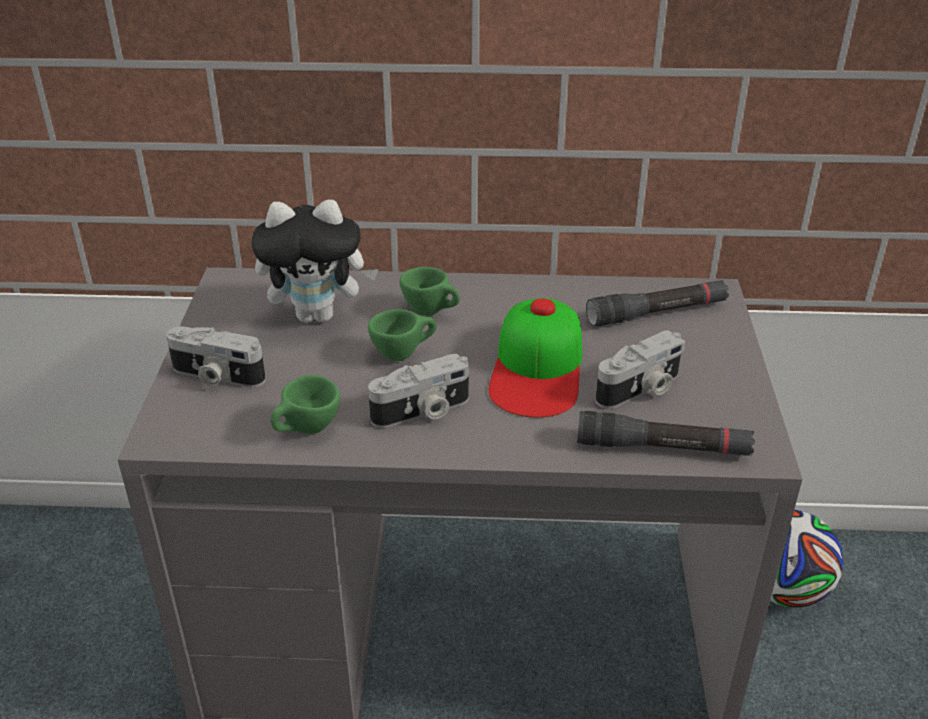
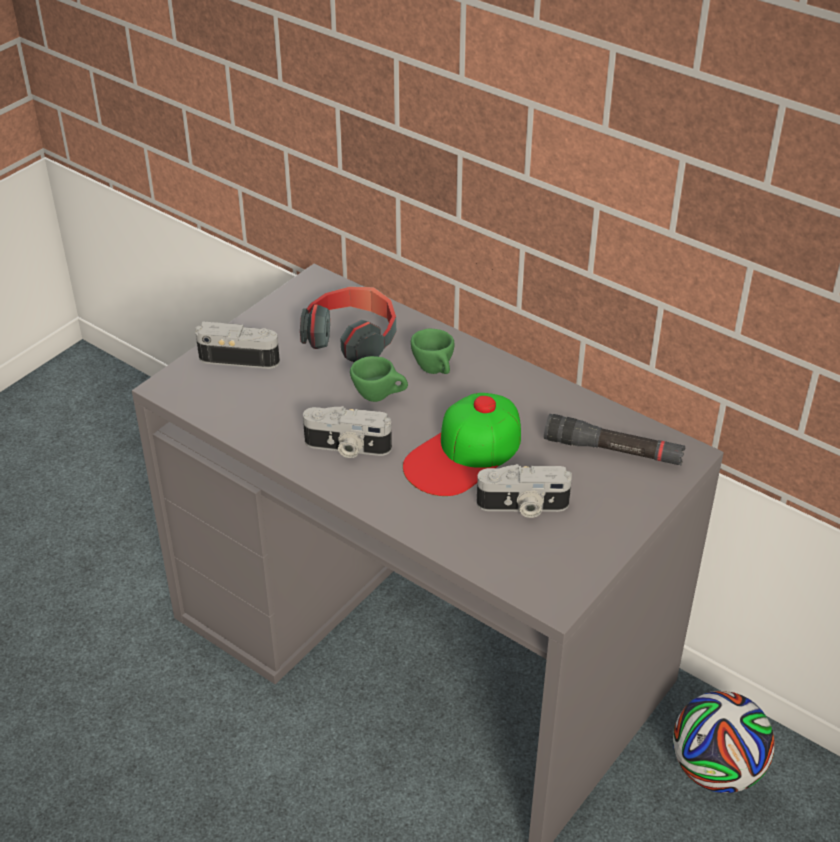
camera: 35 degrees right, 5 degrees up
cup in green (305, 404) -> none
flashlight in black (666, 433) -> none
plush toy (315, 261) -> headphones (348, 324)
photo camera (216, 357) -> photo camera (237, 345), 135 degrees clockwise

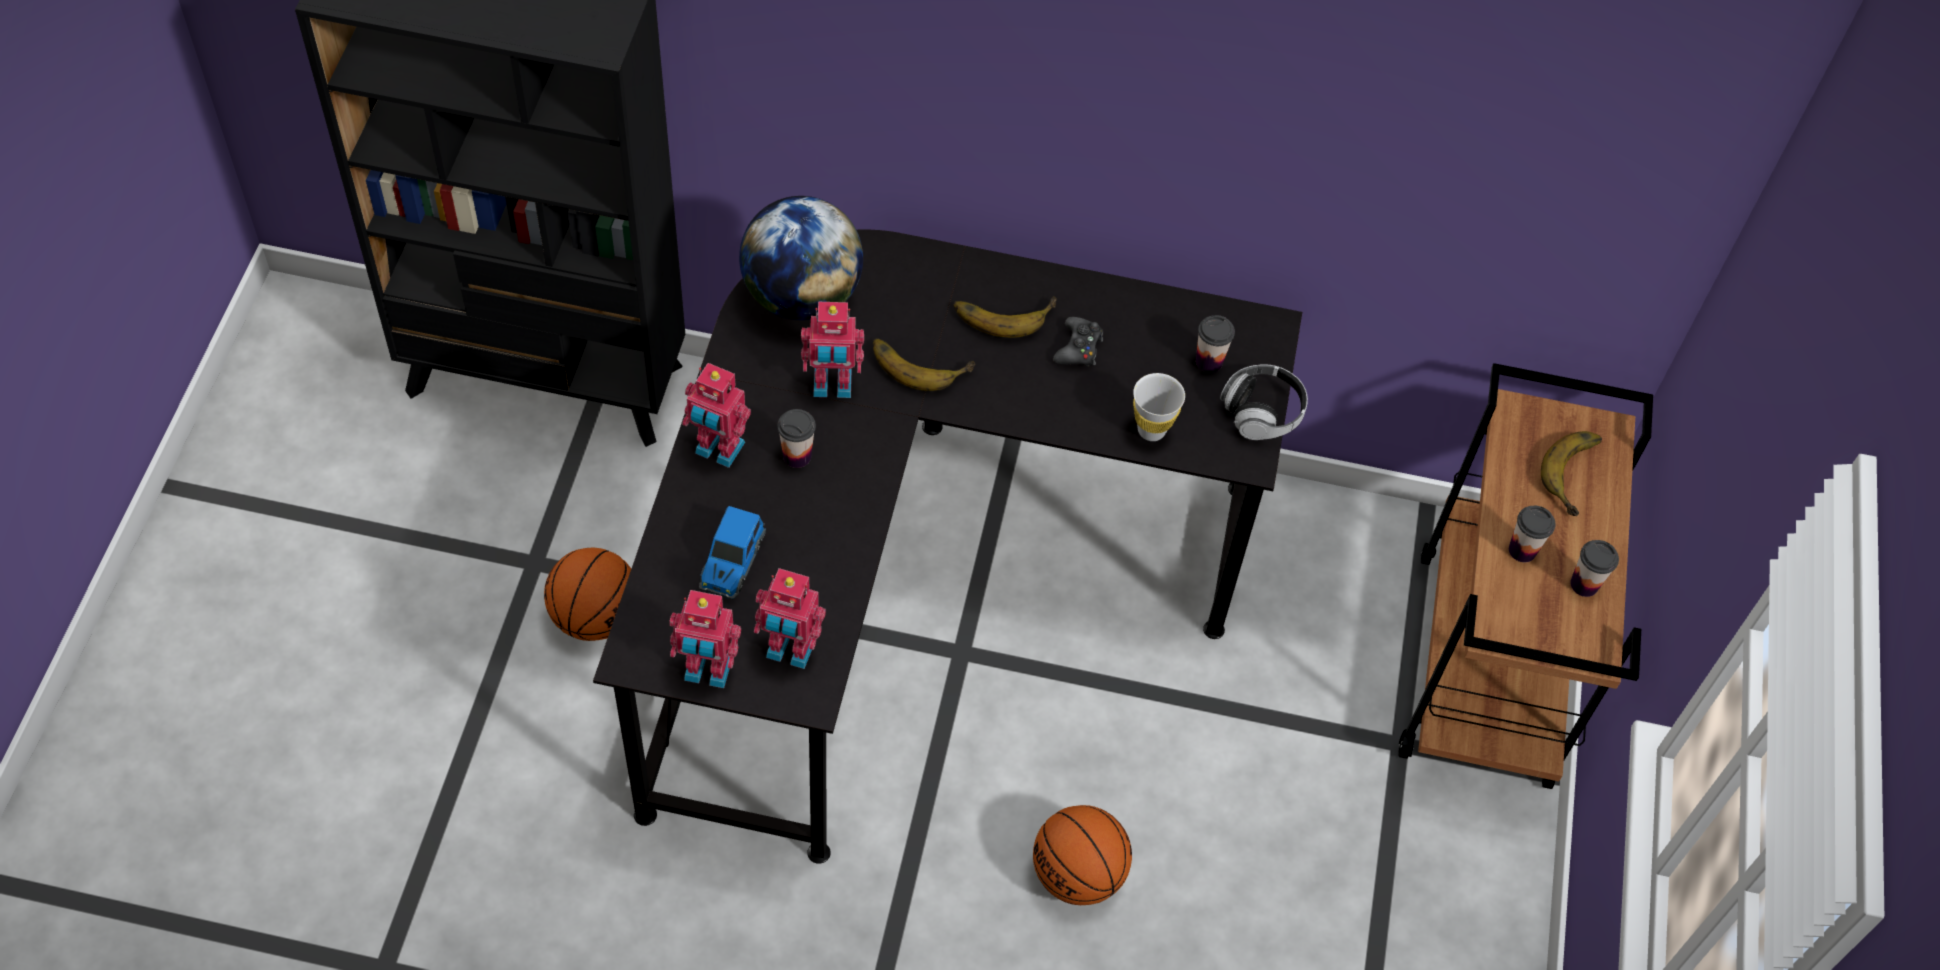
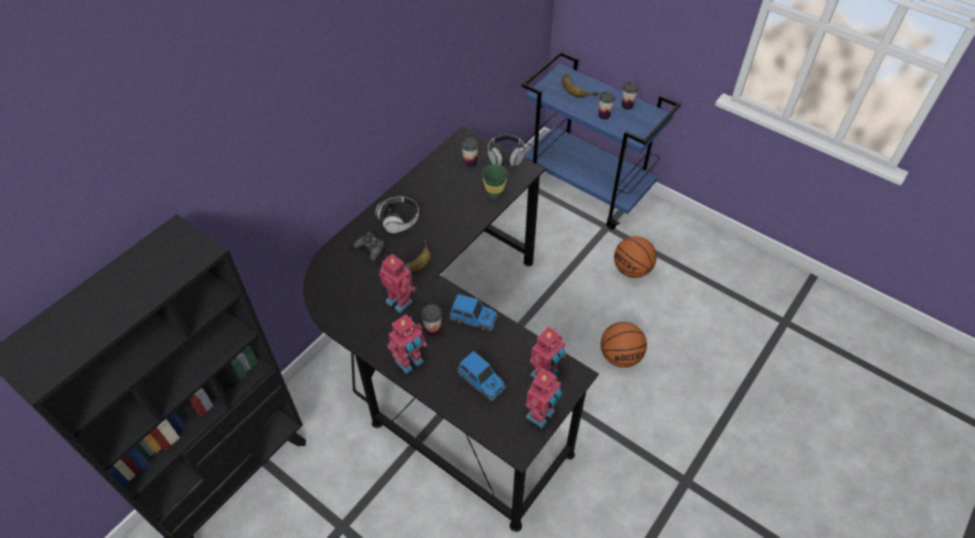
camera: 60 degrees left, 5 degrees down
globe (801, 258) -> none
none -> toy car (474, 312)
basketball (587, 594) -> basketball (635, 257), relocated
game controller in black (1078, 341) -> game controller in black (369, 246), relocated
banana (1005, 317) -> headphones (397, 214)
cup in white (1159, 407) -> cup in green (495, 181)
cart in brown (1525, 576) -> cart in blue (601, 140)
toy robot (832, 350) -> toy robot (397, 283), 75 degrees counterclockwise

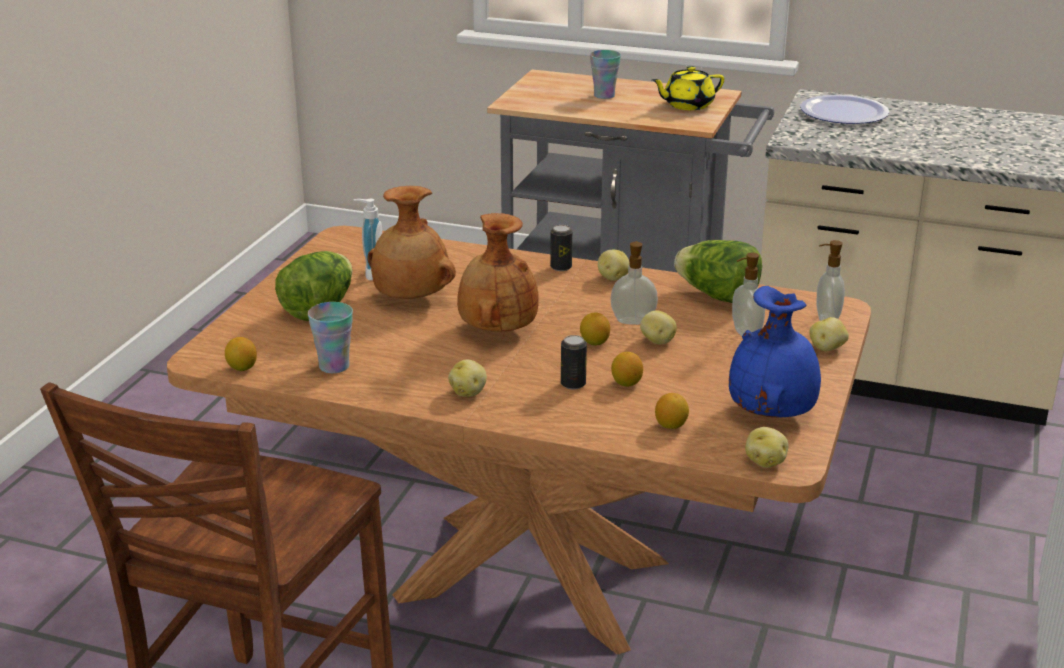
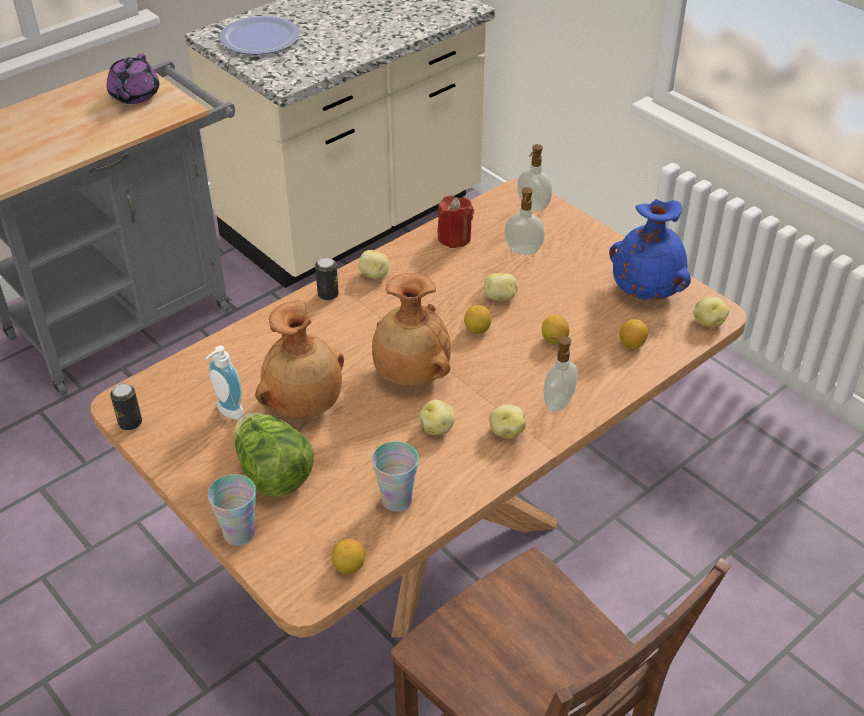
camera: 60 degrees left, 15 degrees up
can (574, 362) -> can (126, 406), relocated
cup (605, 74) -> cup (232, 510), relocated
soap dispenser (634, 283) -> soap dispenser (560, 374), relocated
potato (829, 334) -> potato (437, 417), relocated
lettuce (718, 271) -> candle in red (455, 222)
teapot in yellow (688, 88) -> teapot in purple (133, 78)

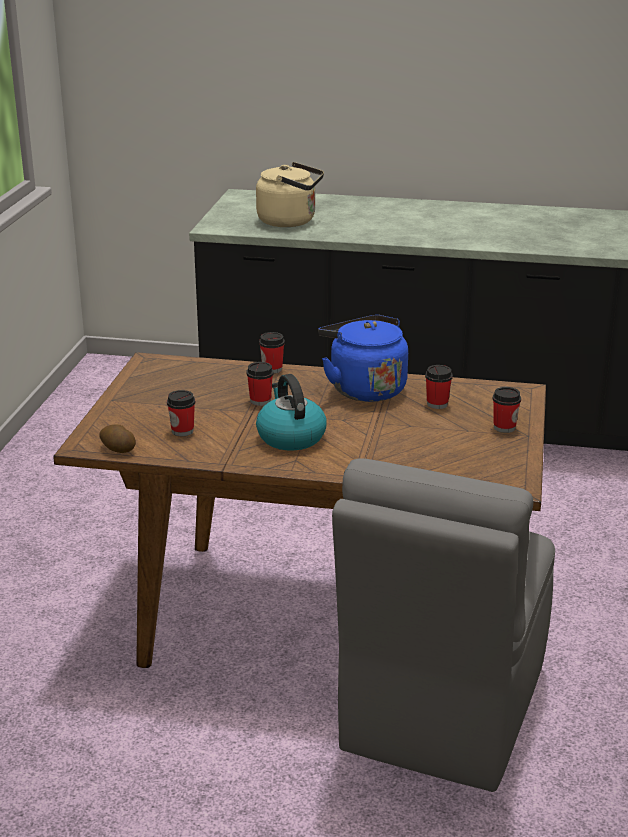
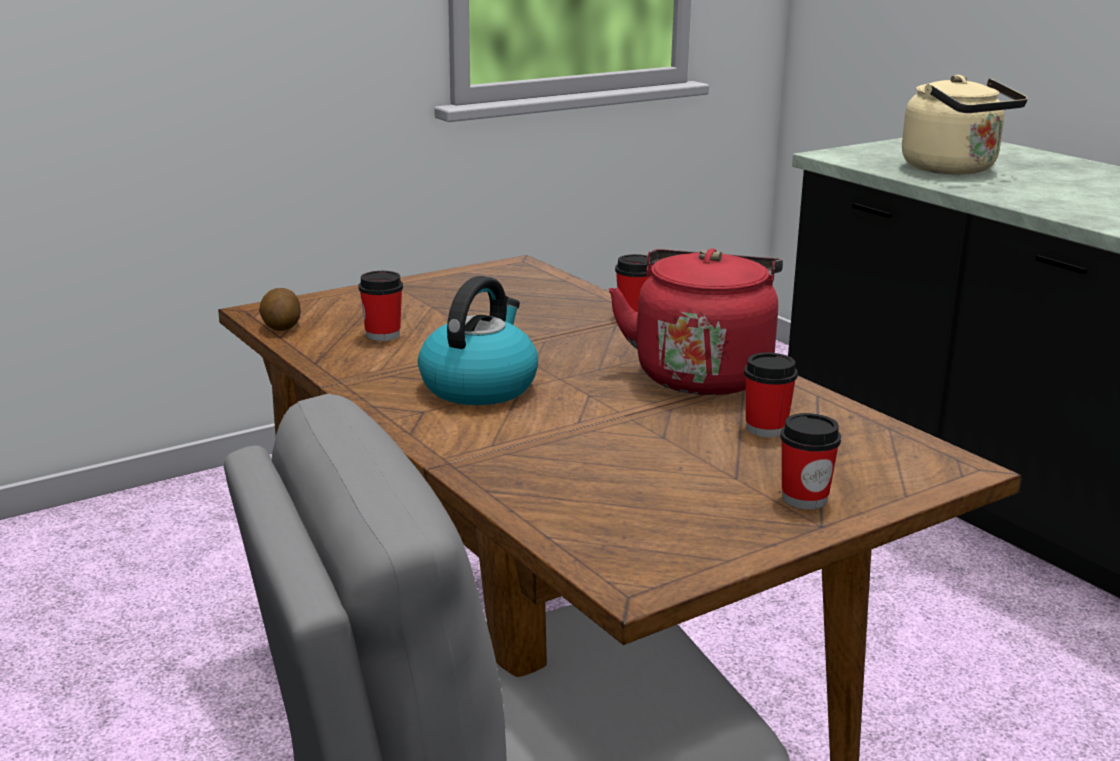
camera: 45 degrees right, 5 degrees down
cup (260, 384) -> none
kettle in blue (363, 358) -> kettle in red (696, 321)

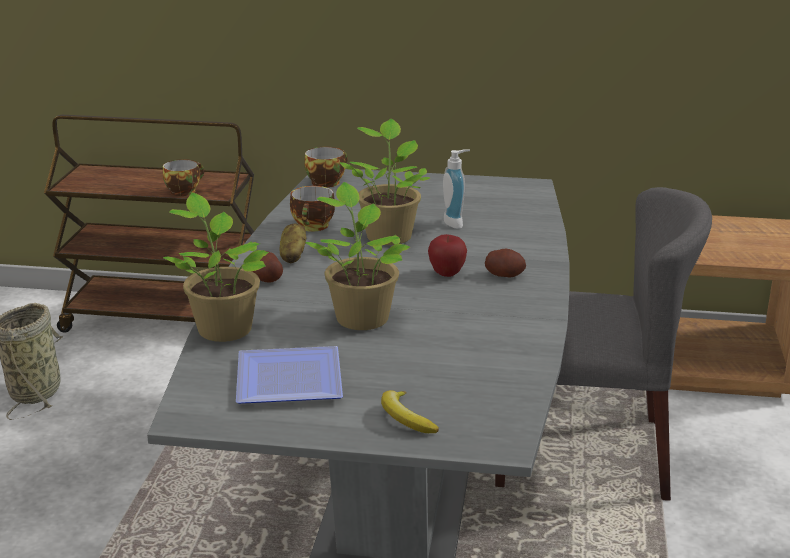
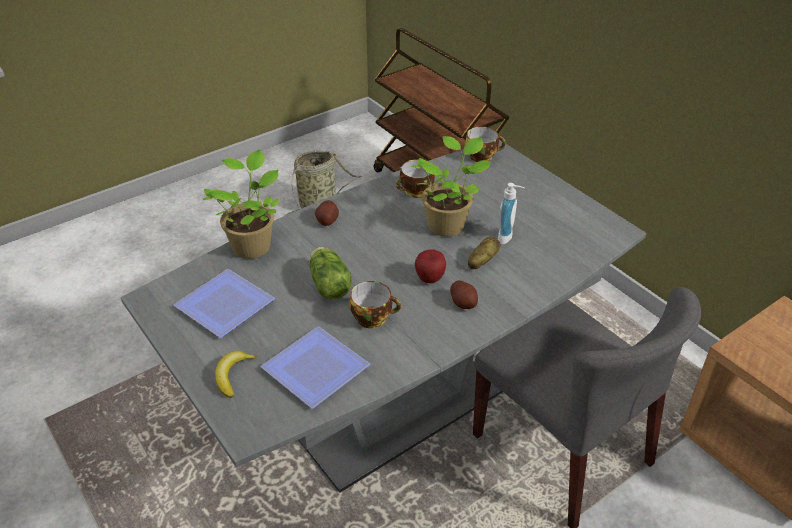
camera: 45 degrees right, 15 degrees up
none -> plate (315, 367)
cup (183, 177) -> cup (375, 305), relocated
potato (292, 243) -> potato (484, 253), relocated
potted plant (357, 256) -> lettuce (330, 273)

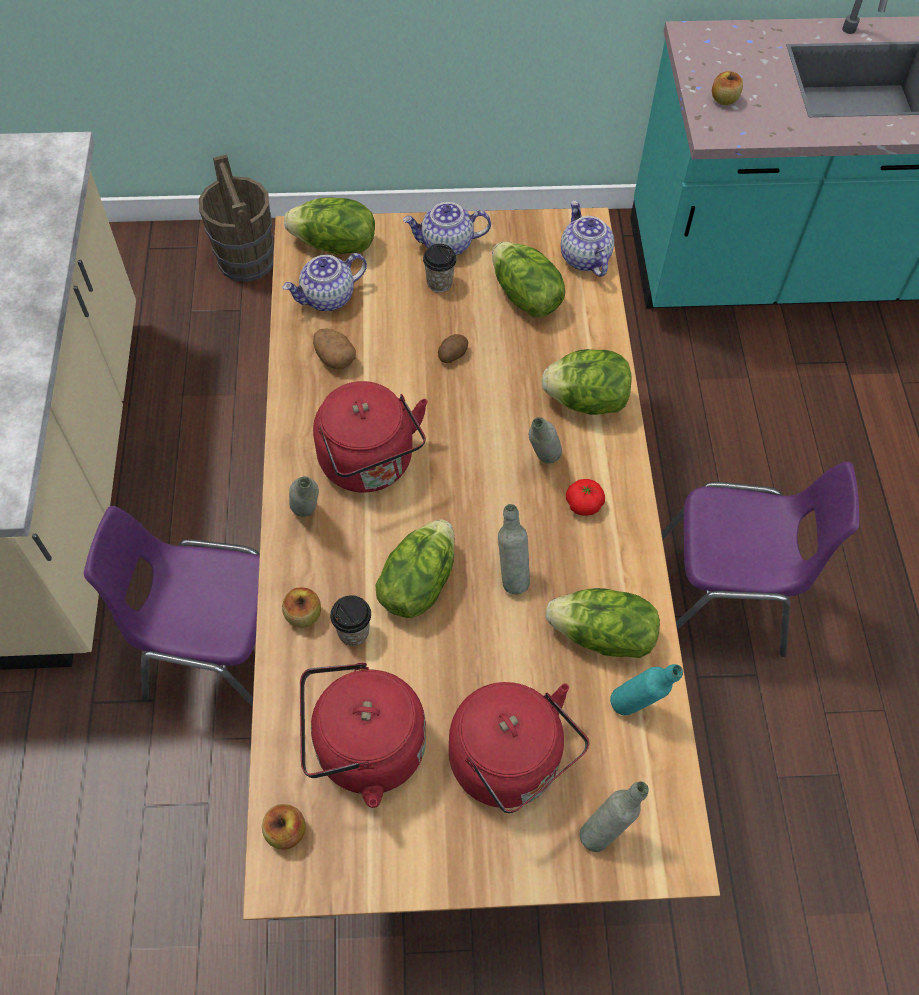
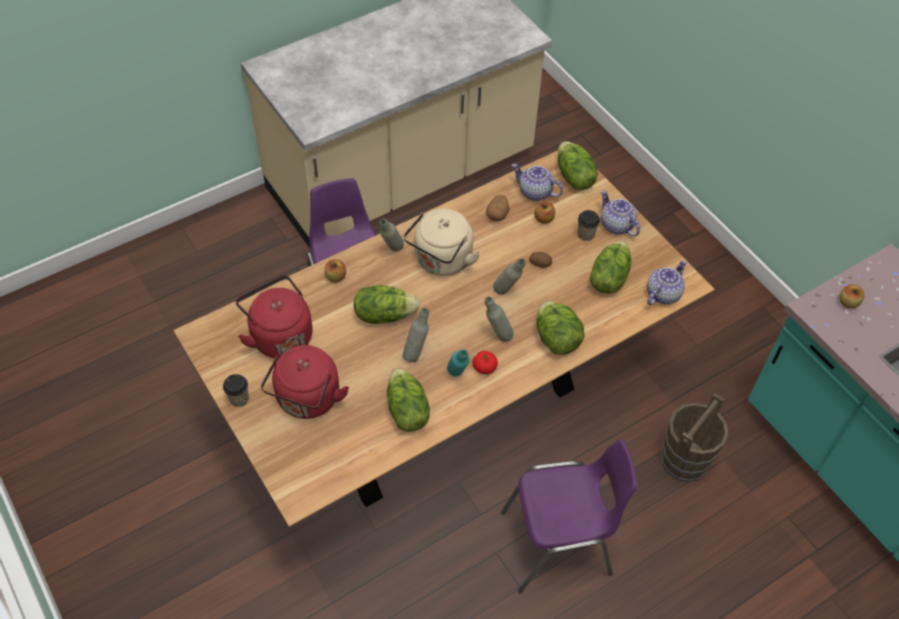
camera: 60 degrees right, 5 degrees down
bucket in brown (236, 218) -> bucket in brown (694, 437), relocated
apple (284, 827) -> apple (544, 213), relocated
cup (350, 620) -> cup (236, 390), relocated
bottle in grey (614, 816) -> bottle in grey (509, 276), relocated
bottle in turquoise (646, 689) -> bottle in turquoise (458, 363), relocated
kettle in red (370, 437) -> kettle in beige (442, 242)
chair in purple (760, 559) -> chair in purple (569, 516), 75 degrees counterclockwise

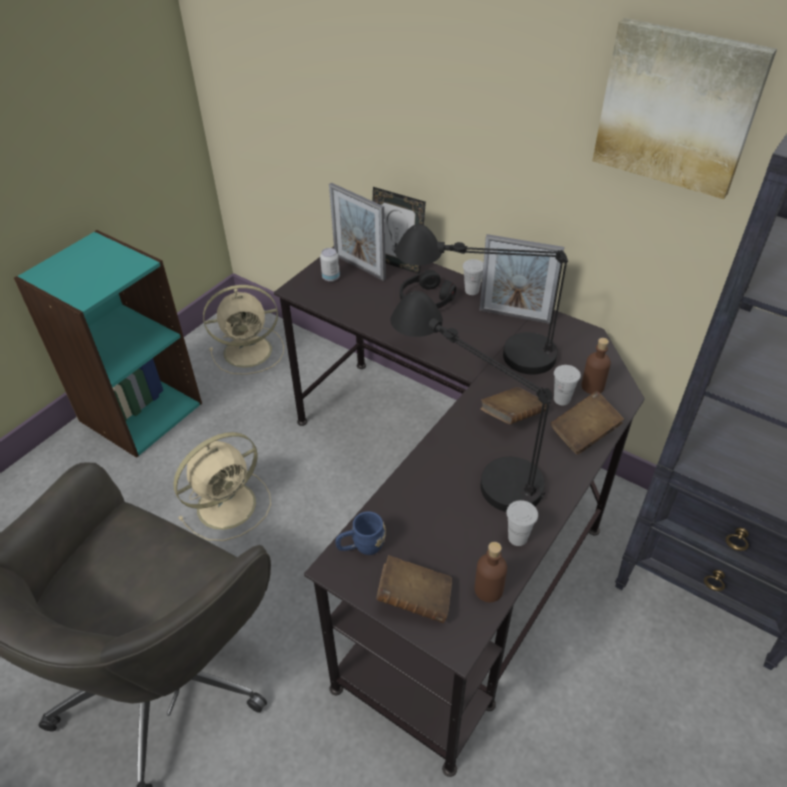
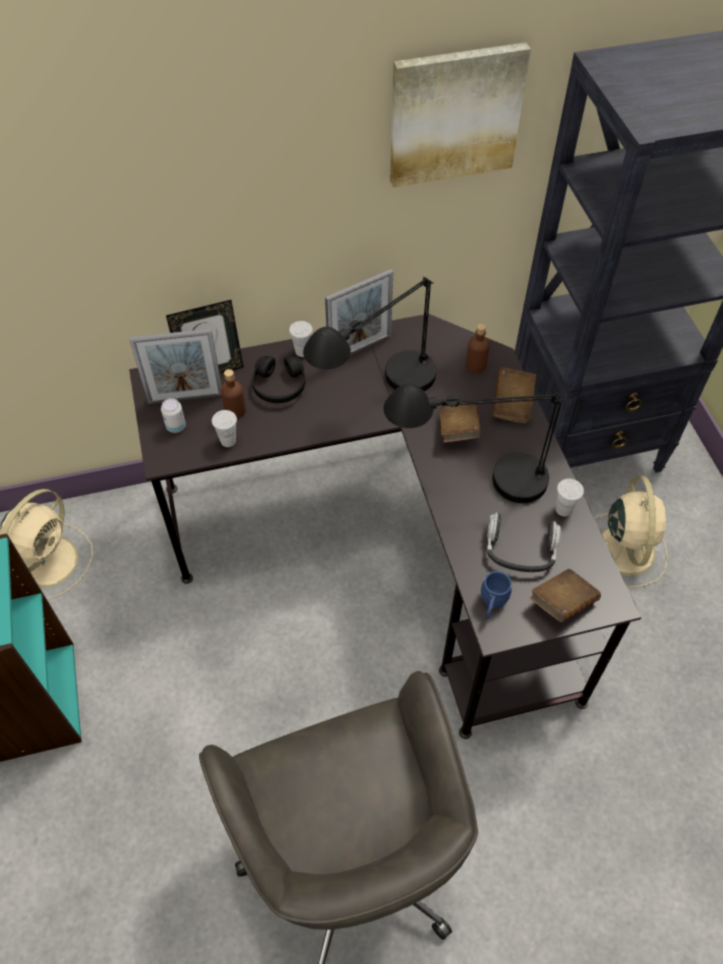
camera: 50 degrees left, 10 degrees up
none -> headphones (524, 542)
fan in beige (222, 486) -> fan in beige (631, 531), relocated
bottle in brown (491, 572) -> bottle in brown (233, 394), relocated
cup in white (567, 385) -> cup in white (224, 428), relocated

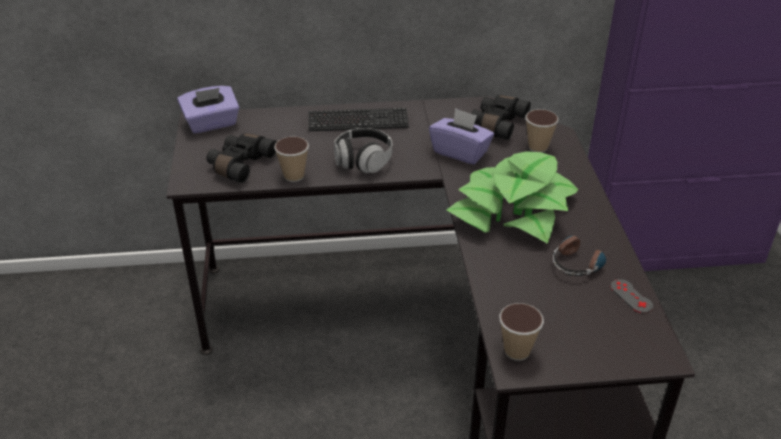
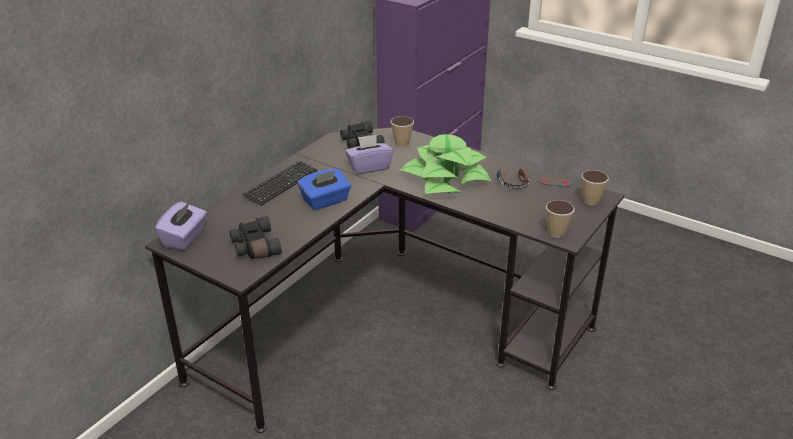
camera: 50 degrees left, 5 degrees down
cup (291, 159) -> cup (595, 188), relocated
headphones (363, 150) -> tissue box in blue (324, 189)

